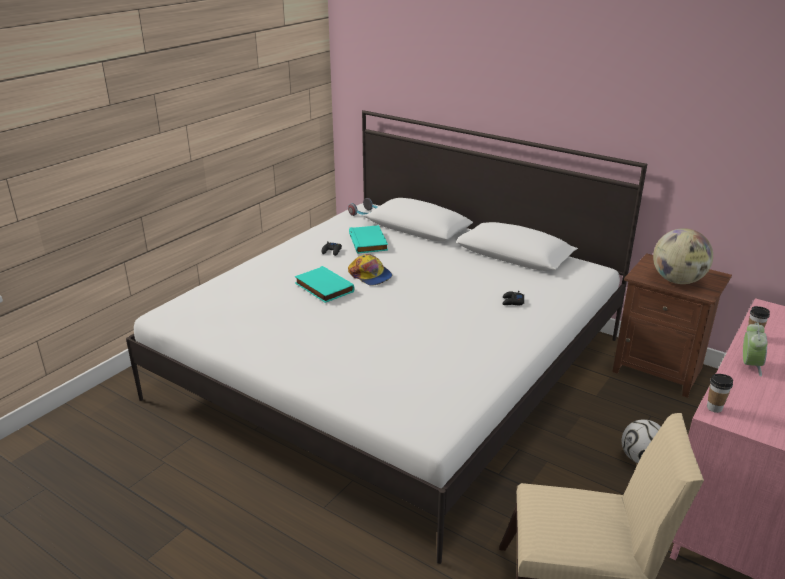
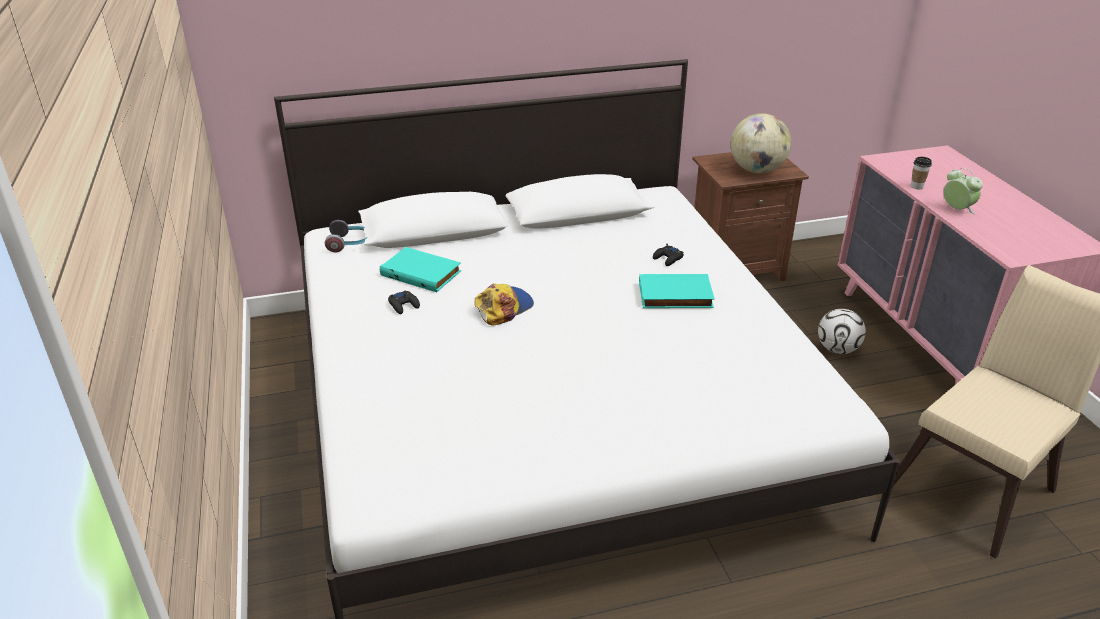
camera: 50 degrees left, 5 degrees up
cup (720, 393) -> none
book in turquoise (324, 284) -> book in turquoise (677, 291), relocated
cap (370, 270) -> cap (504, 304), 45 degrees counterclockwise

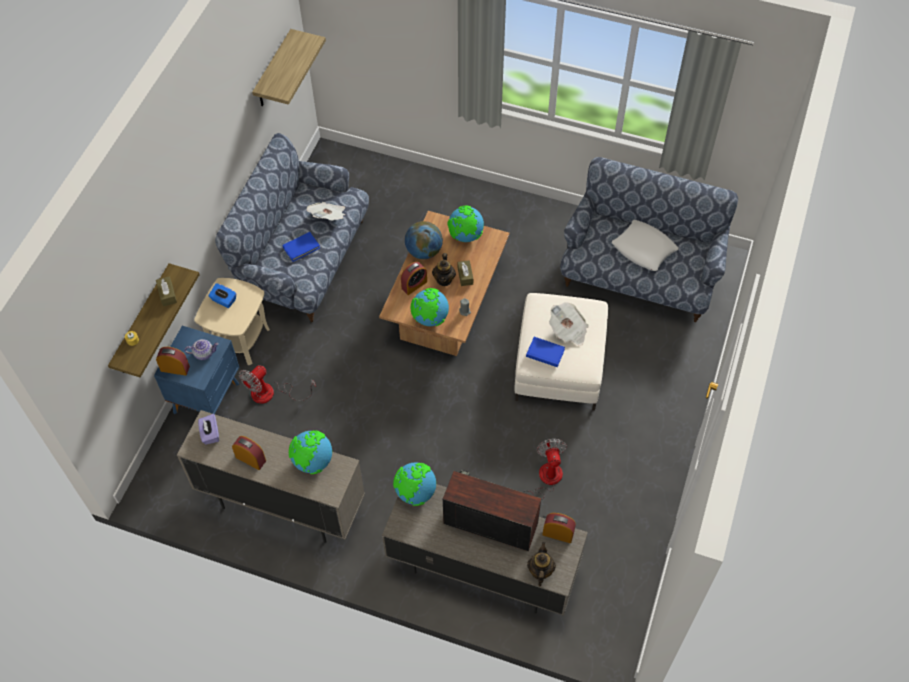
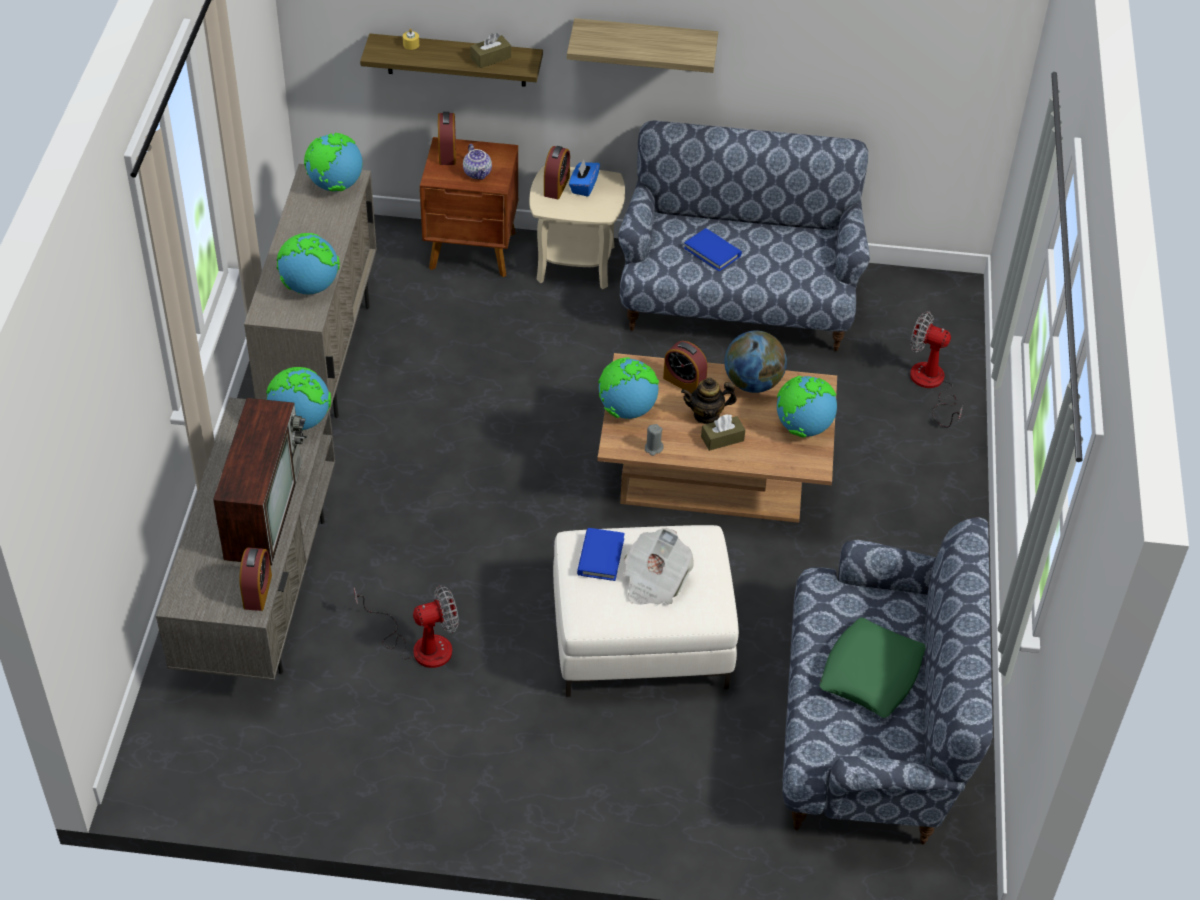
camera: 75 degrees right, 10 degrees down
newspaper (326, 211) -> none
teapot (541, 564) -> none
alarm clock (249, 453) -> alarm clock (557, 172), relocated
fan (277, 384) -> fan (936, 369), relocated
shelf (289, 67) -> shelf (642, 45), relocated
tissue box in purple (208, 429) -> globe (333, 162)
nightstand in blue (196, 370) -> nightstand in brown (469, 207)
pillow in white (645, 245) -> pillow in green (872, 668)

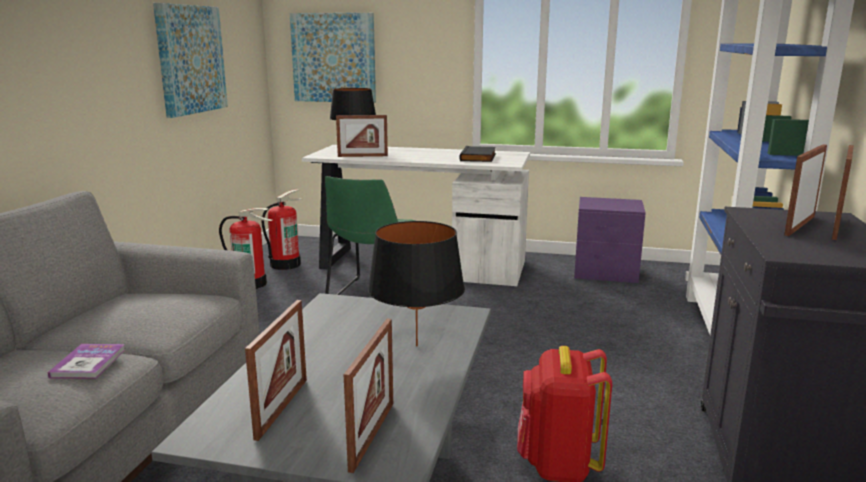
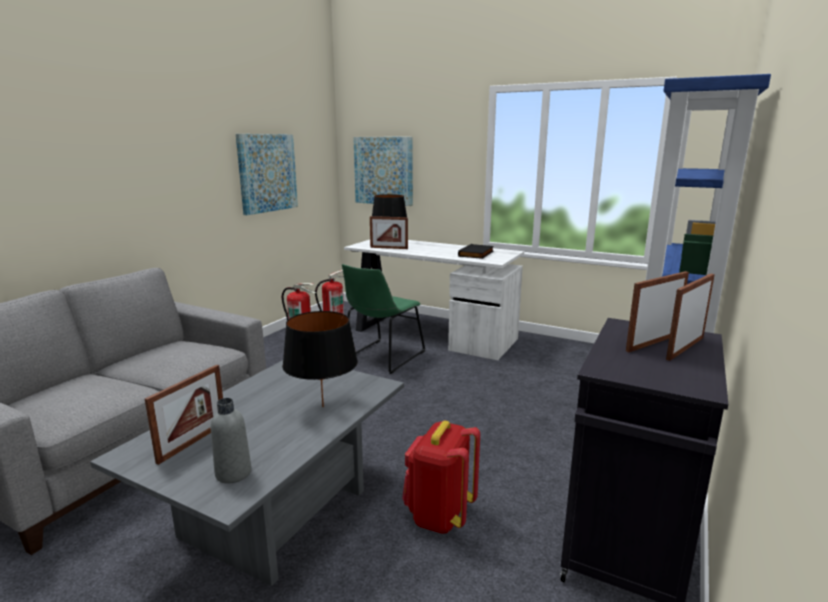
camera: 15 degrees right, 0 degrees up
book (86, 361) -> none
nightstand in purple (610, 240) -> none
picture frame (368, 396) -> bottle in grey (231, 440)

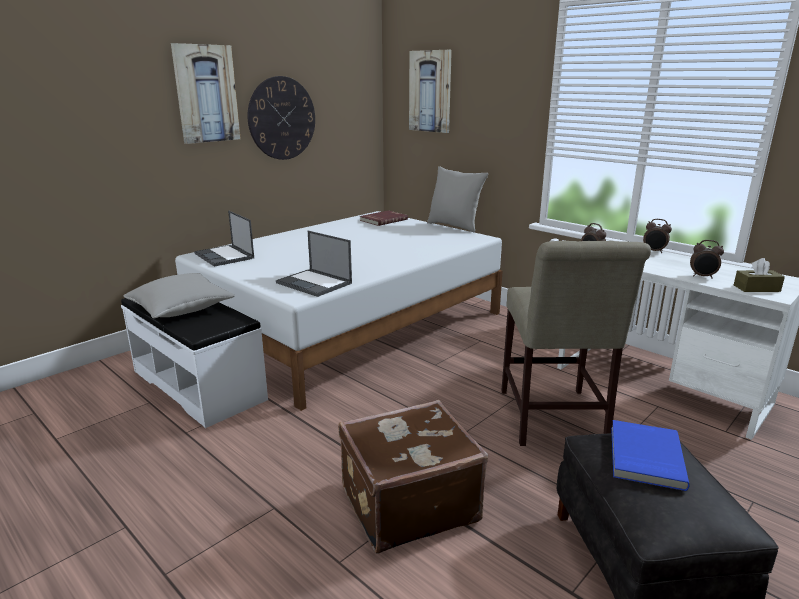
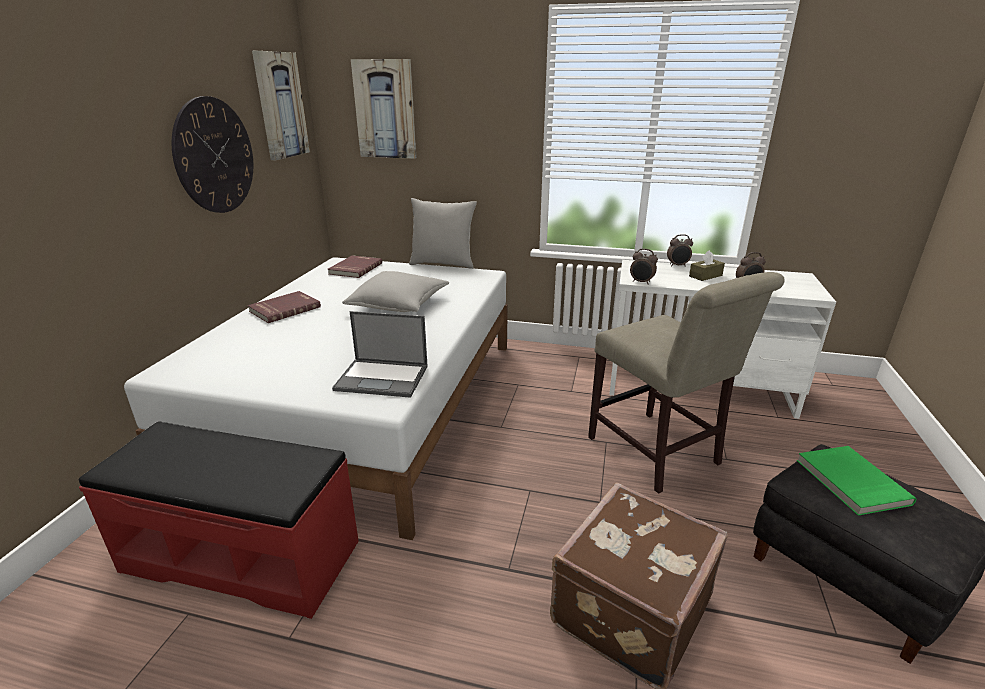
camera: 30 degrees left, 5 degrees up
laptop (224, 239) -> none
none -> book in red (284, 307)
pillow in grey (179, 296) -> pillow in grey (396, 291), relocated
picture (206, 93) -> picture (281, 105), relocated
tissue box in brown (759, 275) -> tissue box in brown (707, 265), relocated
bench in white (194, 363) -> bench in red (219, 520)
book in blue (650, 455) -> book in green (857, 481)

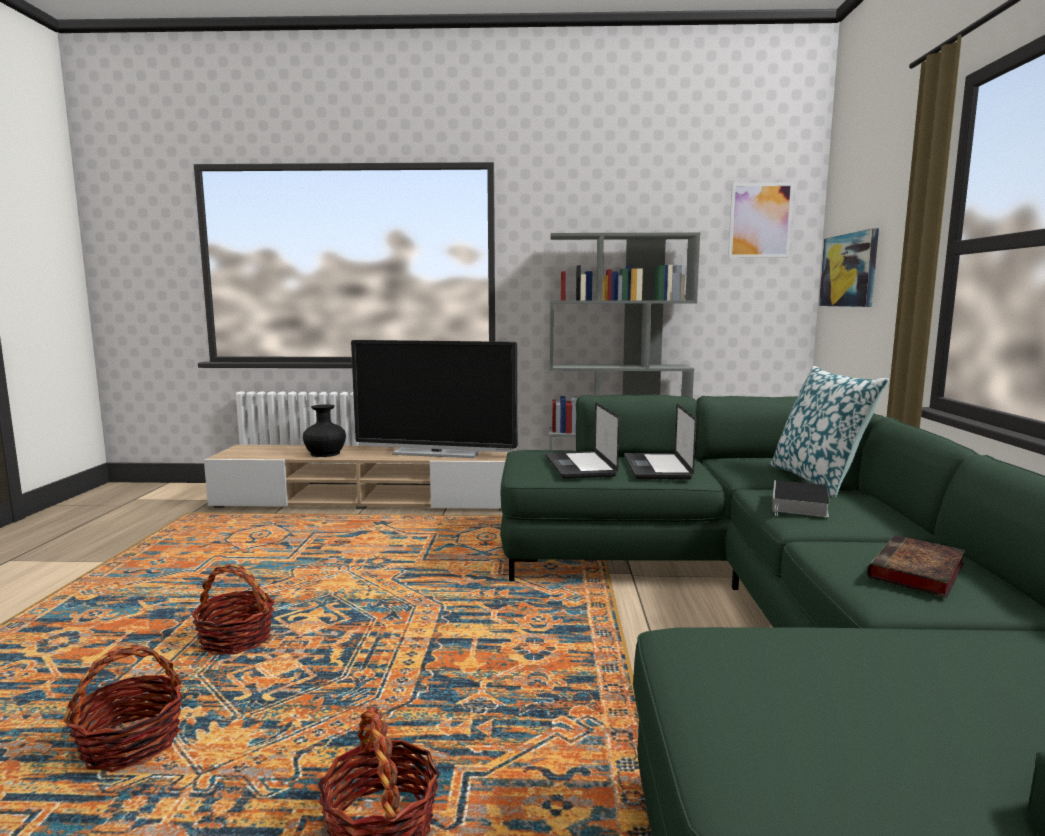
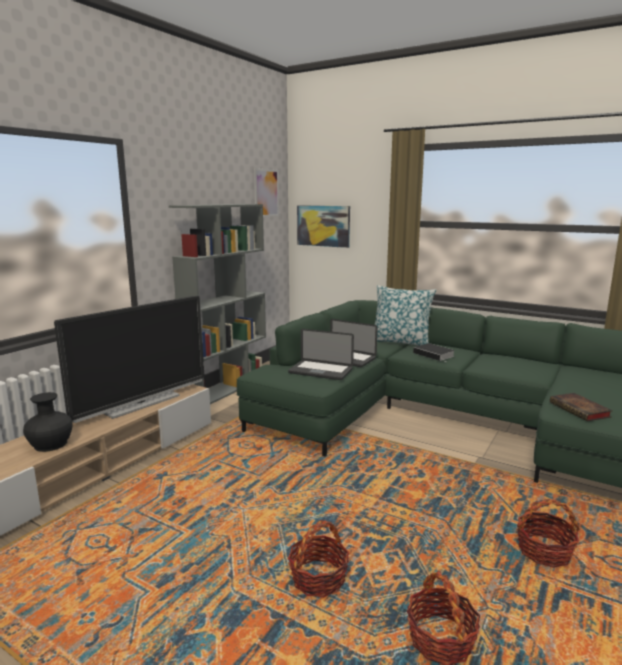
camera: 60 degrees left, 5 degrees up
book (916, 566) -> book (581, 407), relocated

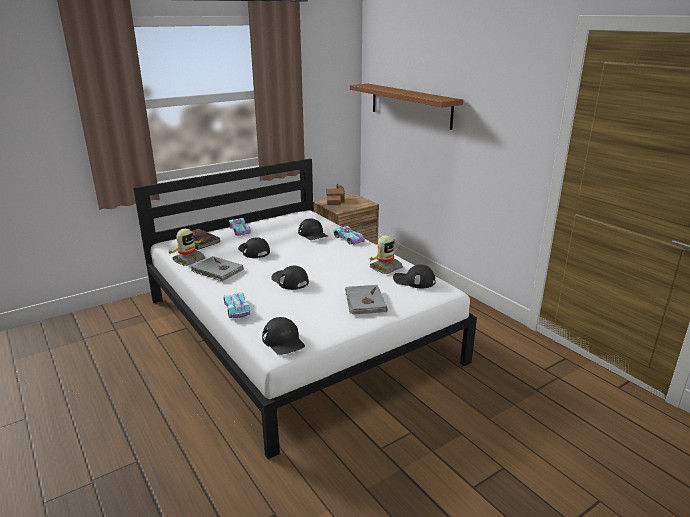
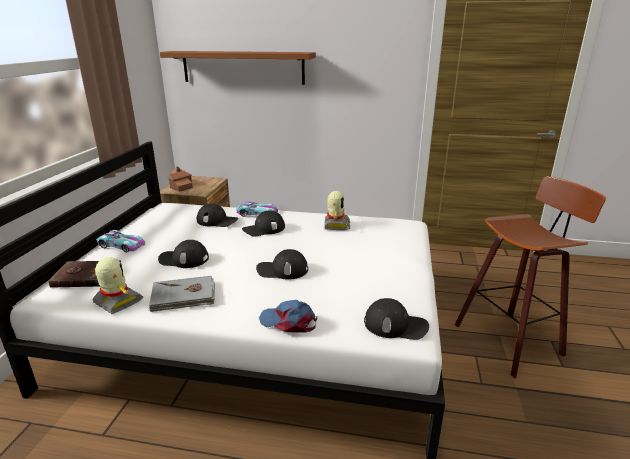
camera: 45 degrees left, 0 degrees up
book in grey (366, 300) -> none
none -> stool (530, 277)
cap in black (414, 276) -> cap in black (263, 223), relocated
toy car (237, 305) -> cap in blue (288, 316)
toy robot (187, 247) -> toy robot (118, 285), 45 degrees counterclockwise

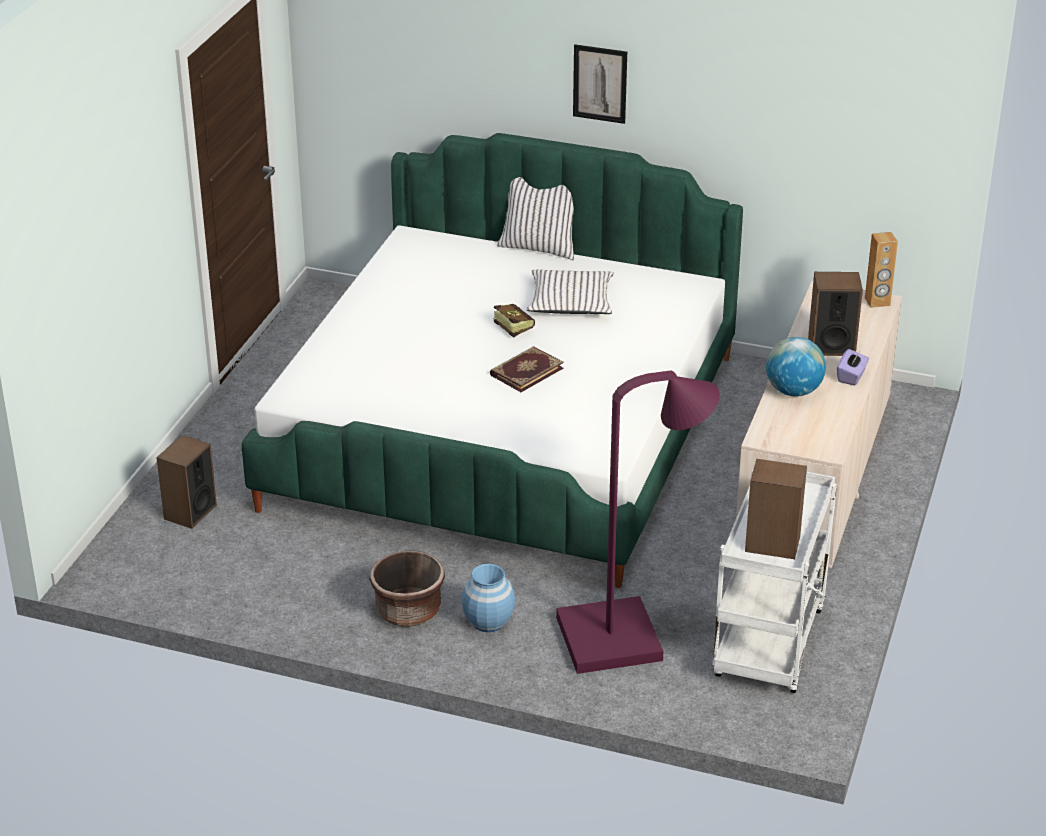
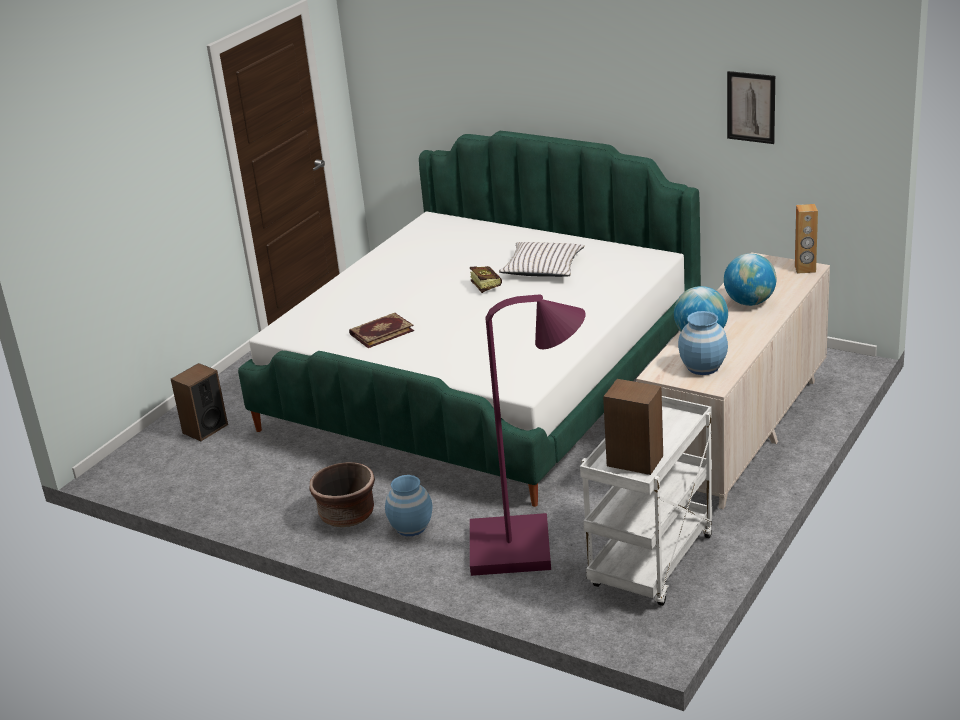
camera: 15 degrees right, 5 degrees down
pillow in white (535, 218) -> none
tissue box in purple (853, 367) -> none
none -> vase in blue (703, 343)
book (527, 369) -> book (381, 330), relocated
picture (600, 84) -> picture (751, 107), relocated
speaker (835, 314) -> globe (750, 279)

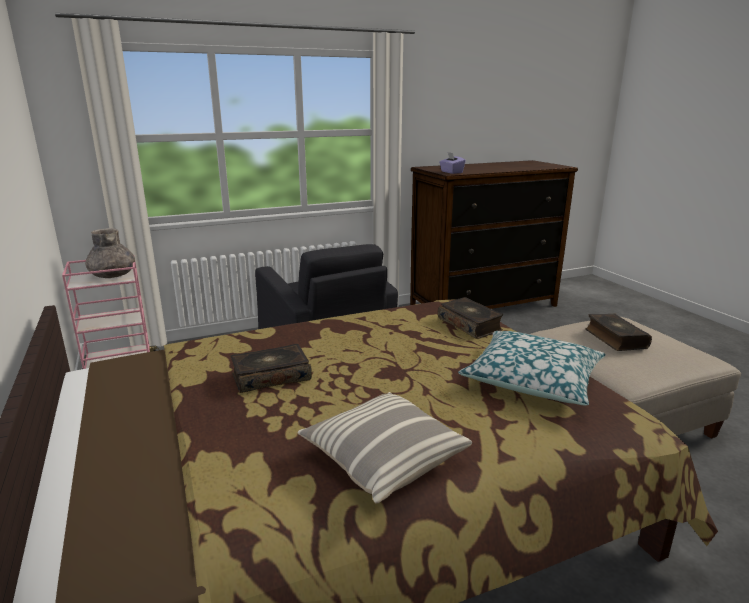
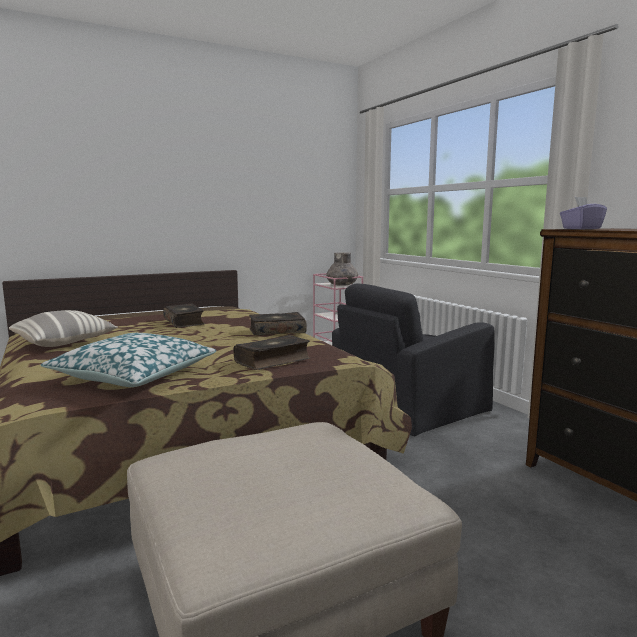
camera: 85 degrees right, 10 degrees down
book (618, 332) -> book (278, 324), relocated

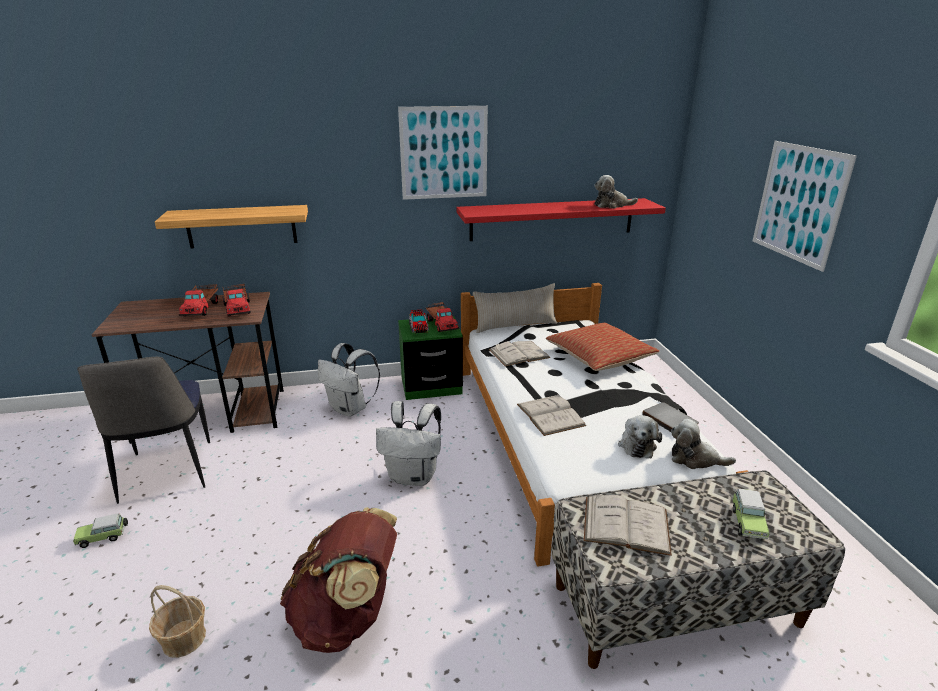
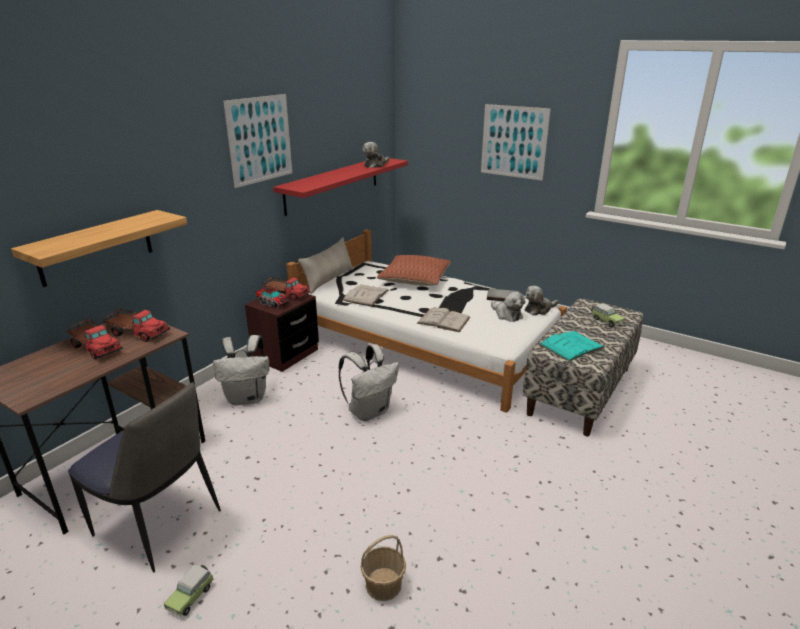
camera: 45 degrees left, 0 degrees up
backpack in brown (338, 580) -> none
nightstand in green (430, 358) -> nightstand in brown (282, 331)
book in white (628, 525) -> book in turquoise (572, 346)

